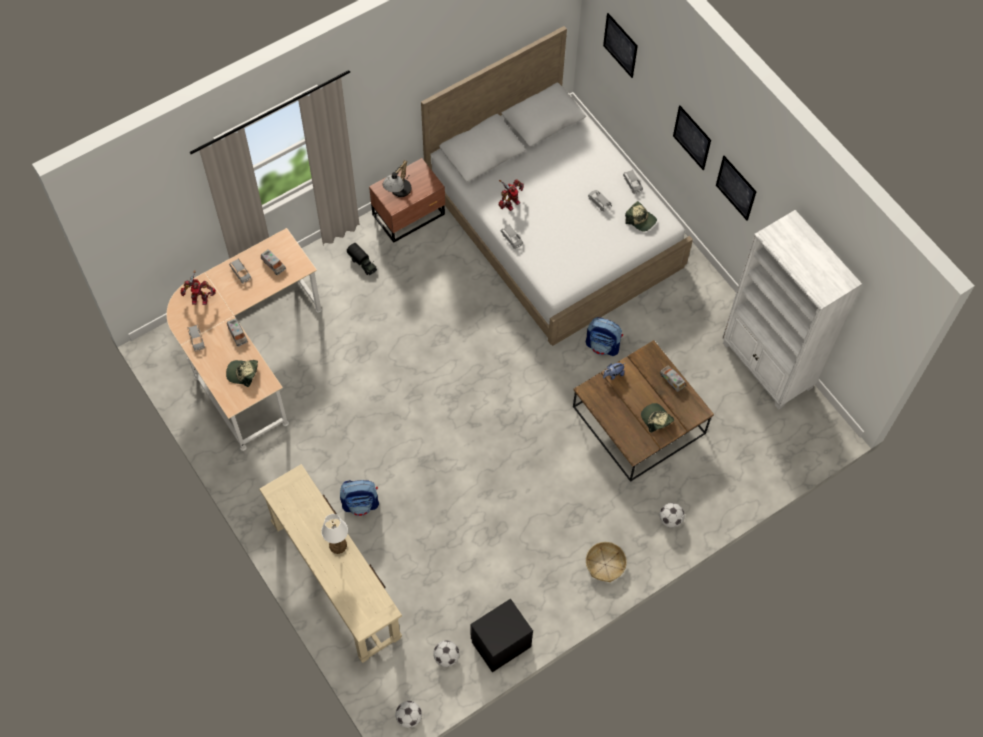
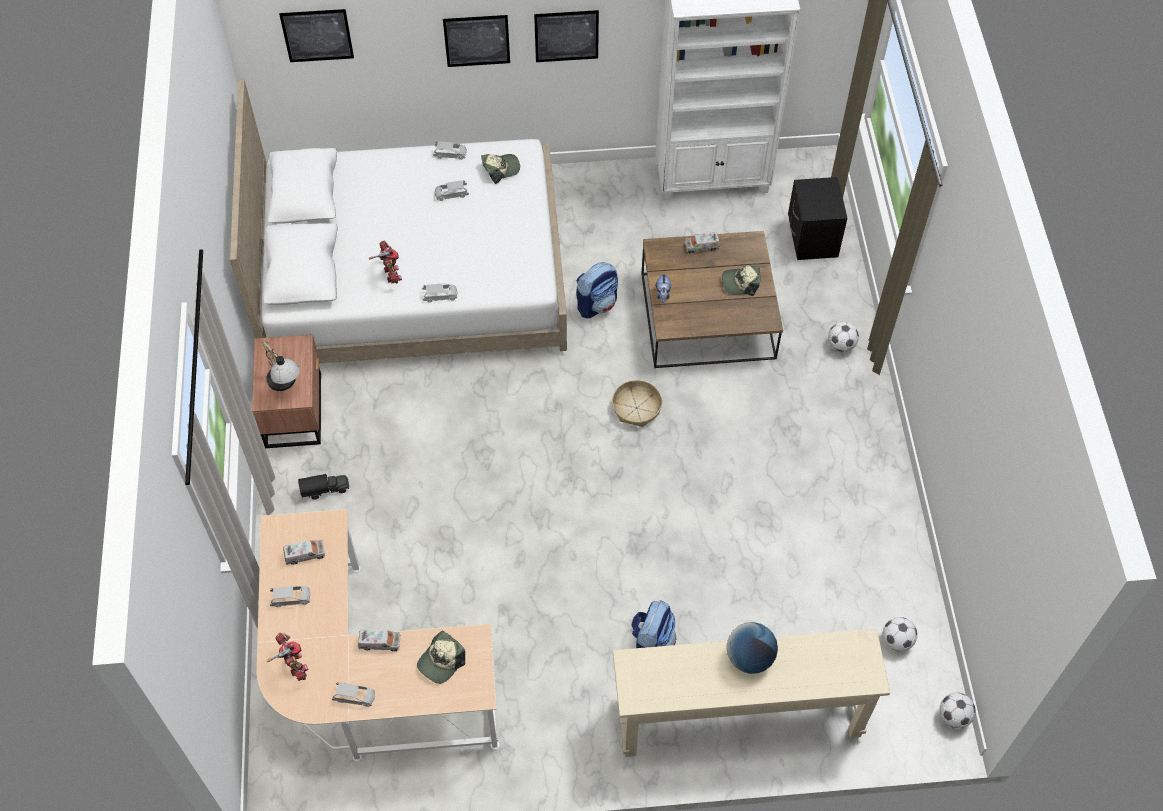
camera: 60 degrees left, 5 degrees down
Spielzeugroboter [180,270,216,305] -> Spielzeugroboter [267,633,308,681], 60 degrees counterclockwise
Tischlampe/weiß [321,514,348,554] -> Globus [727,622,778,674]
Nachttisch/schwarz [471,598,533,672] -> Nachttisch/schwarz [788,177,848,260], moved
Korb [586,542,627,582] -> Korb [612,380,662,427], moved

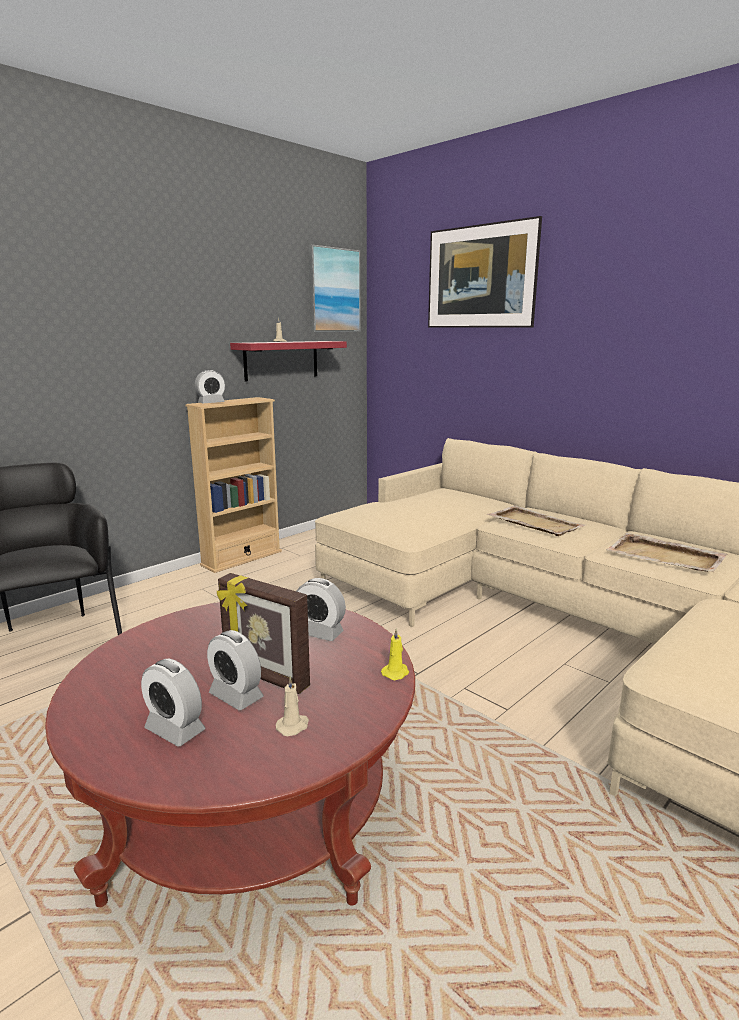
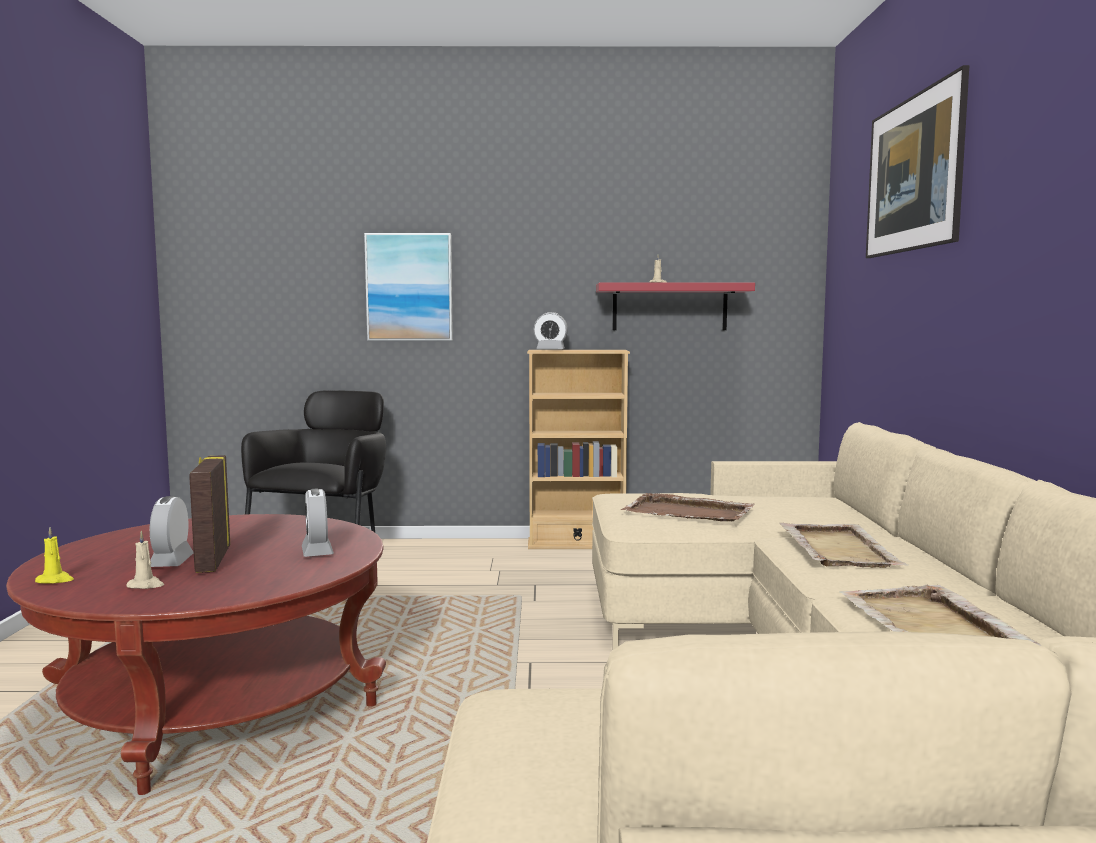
camera: 45 degrees right, 10 degrees down
Wecker [141,658,206,747] -> none
Bild [309,244,361,332] -> Bild [364,233,453,341], moved
Kerze/gelb [381,628,409,680] -> Kerze/gelb [35,527,74,584], moved
none -> Tablett/braun [621,493,755,522]

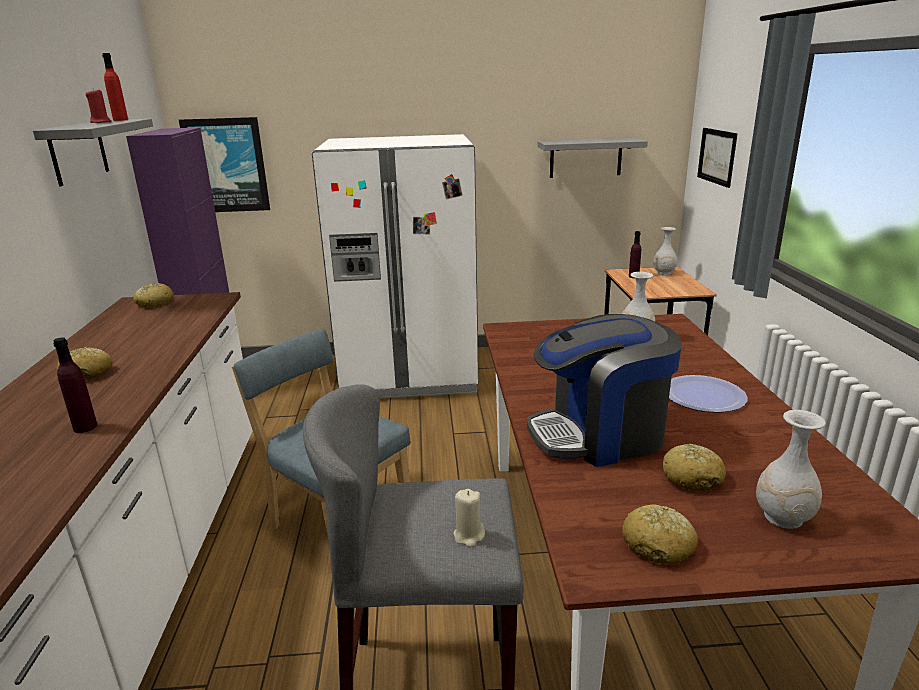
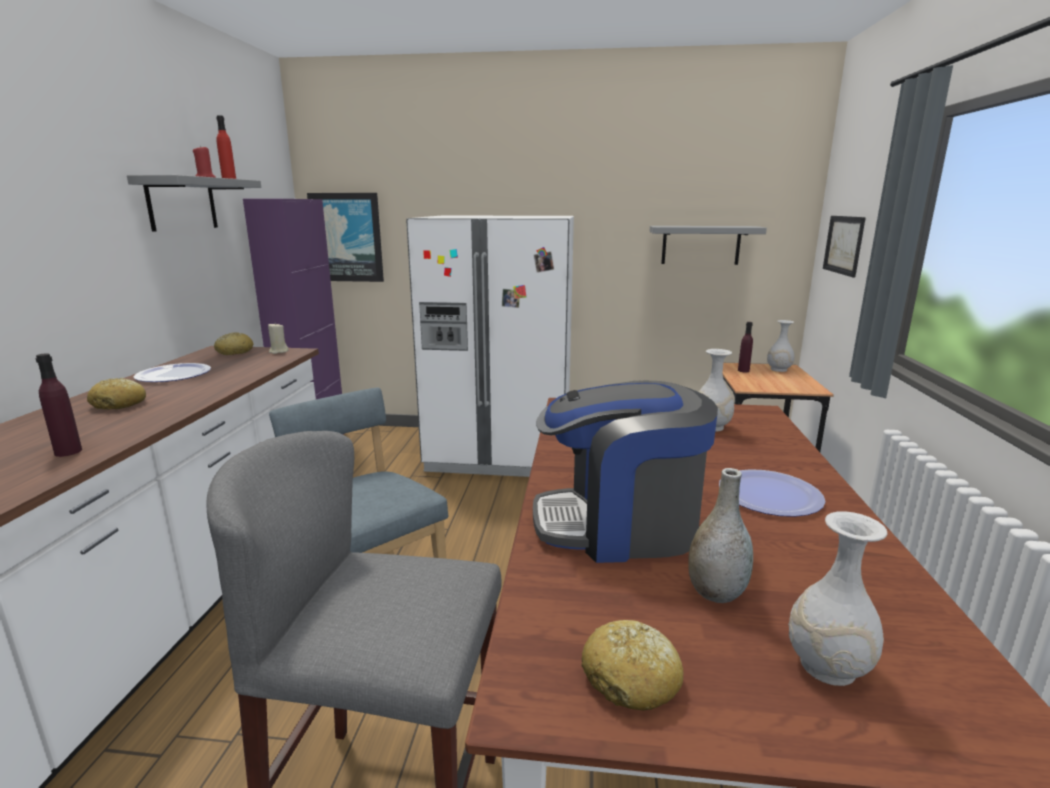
camera: 10 degrees right, 5 degrees down
Kerze/beige [453,489,485,547] -> Kerze/beige [268,323,289,354], moved
Brot [662,444,726,491] -> Vase/grau [688,468,753,603]
none -> Teller [134,363,211,382]

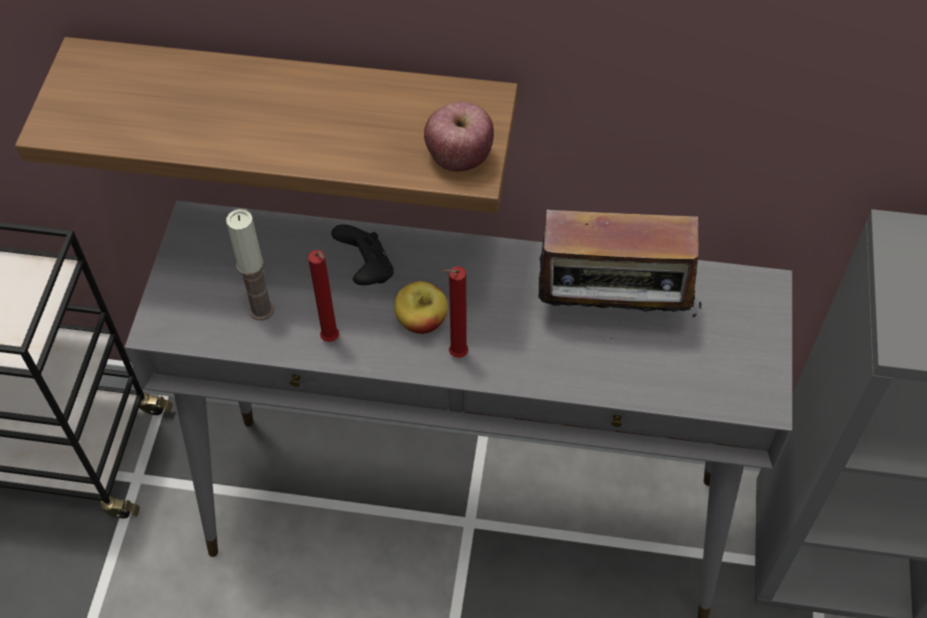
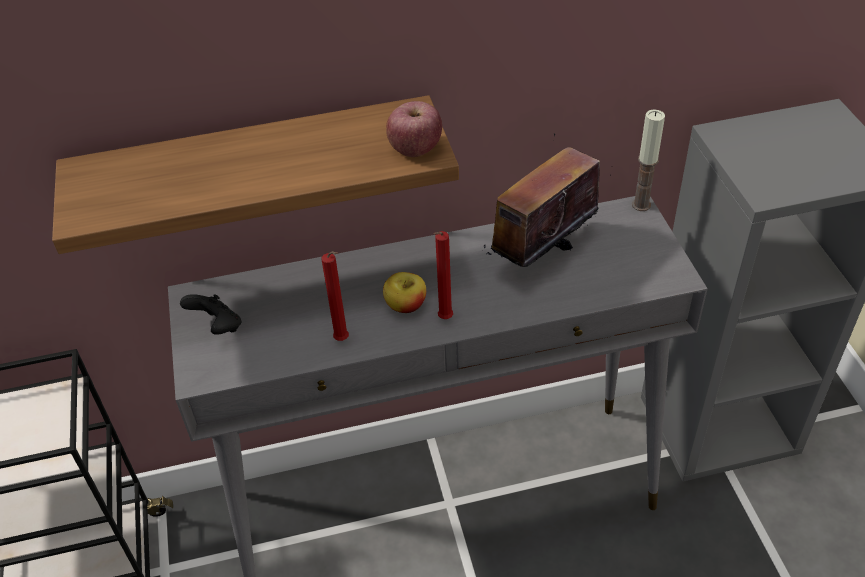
camera: 20 degrees left, 10 degrees down
Kerze [226,209,274,320] -> Kerze [632,109,665,211], moved
Gamepad/schwarz [331,224,394,285] -> Gamepad/schwarz [180,294,241,335], moved
Radio [531,196,702,339] -> Radio [484,134,612,267], 150 degrees clockwise

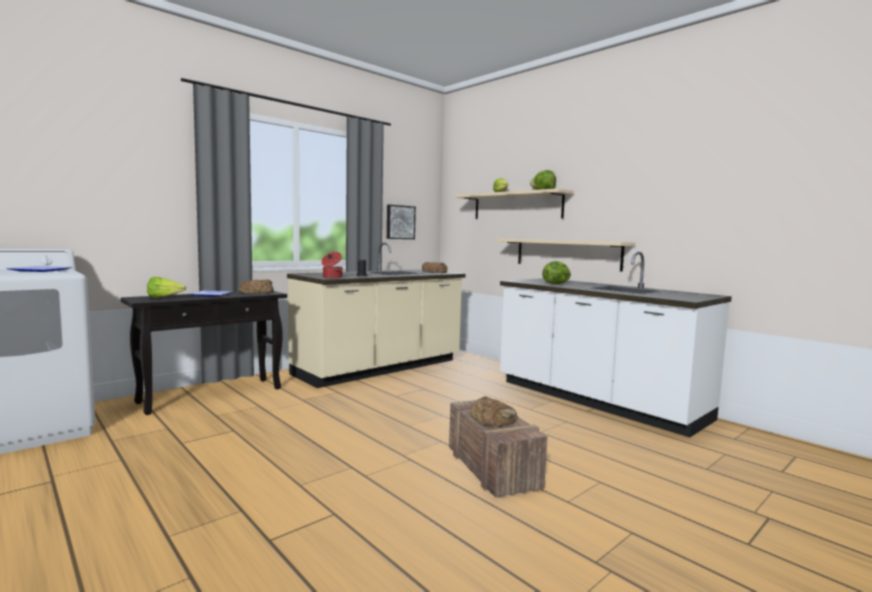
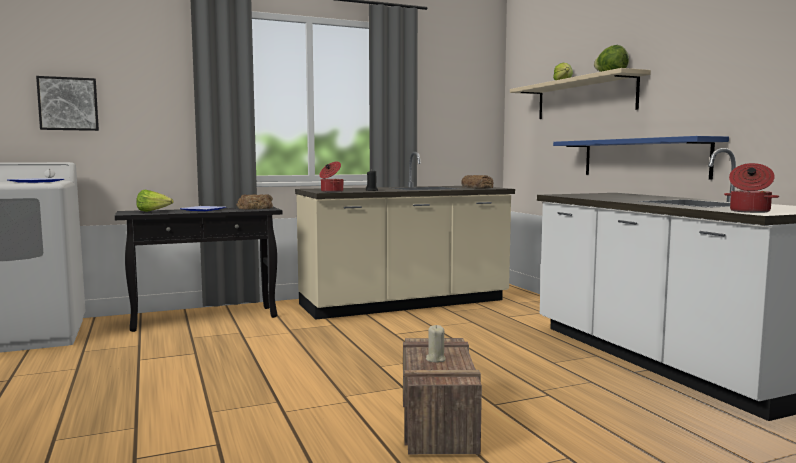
camera: 20 degrees right, 0 degrees up
Bild [387,205,416,239] -> Bild [36,76,99,131], moved
Brot [470,396,517,428] -> Kerze/beige [426,325,446,363]
Wandregal/beige [497,238,635,272] -> Wandregal/blau [553,136,729,179]
Salatkopf [542,261,571,284] -> none
none -> Kochtopf [724,163,779,213]

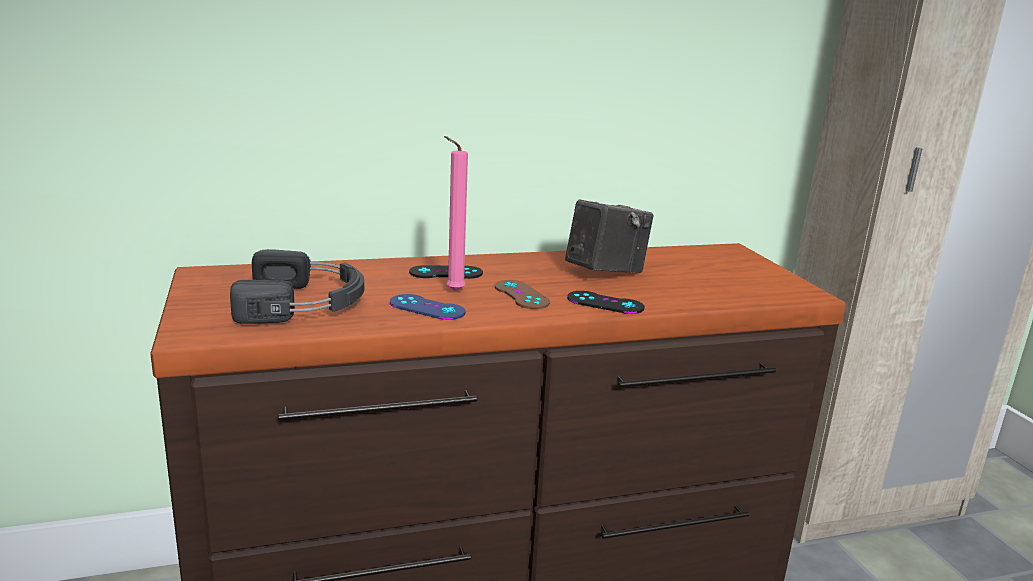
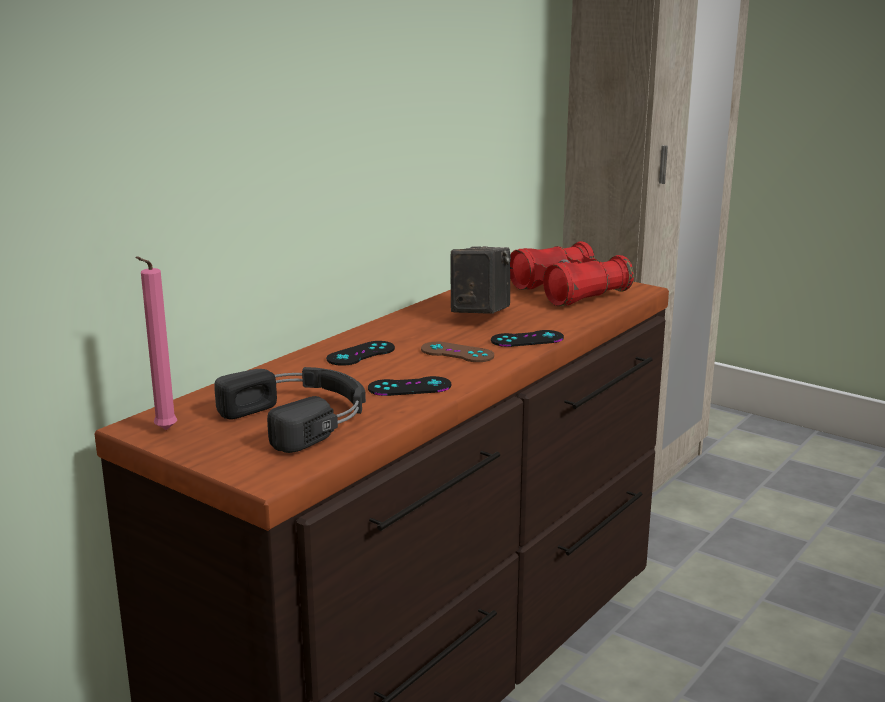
camera: 35 degrees left, 0 degrees up
Gamepad/blau [390,294,466,320] -> Gamepad/schwarz [368,376,451,396]
Kerze/rosa [444,136,468,292] -> Kerze/rosa [135,256,177,430], moved
none -> Fernglas/rot [510,241,634,306]

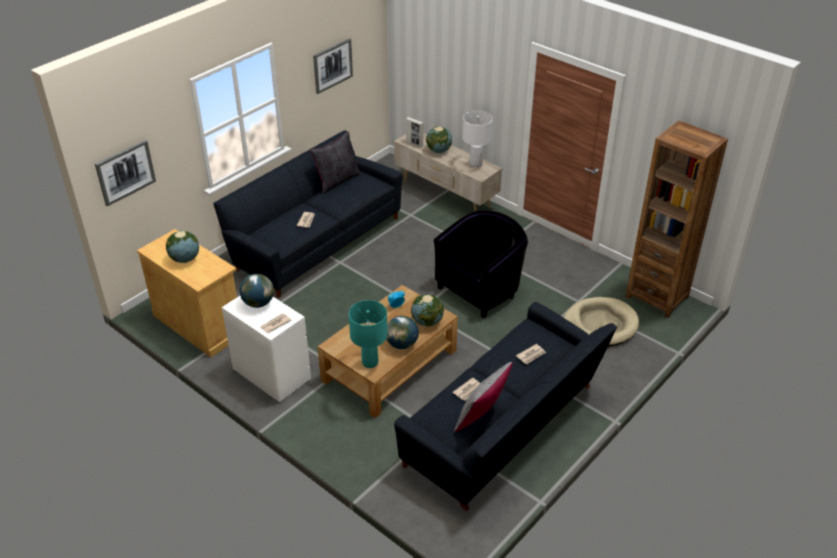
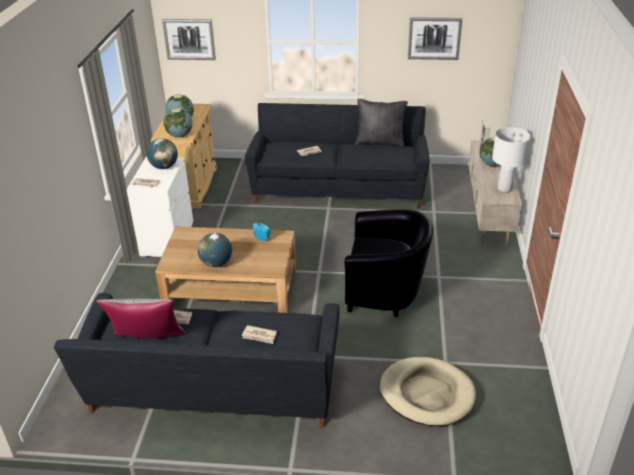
camera: 55 degrees right, 5 degrees down
Tischlampe/türkis [349,300,388,368] -> none
Globus [411,294,444,326] -> Globus [163,108,193,137], moved
Bücherregal/braun [626,120,728,318] -> none

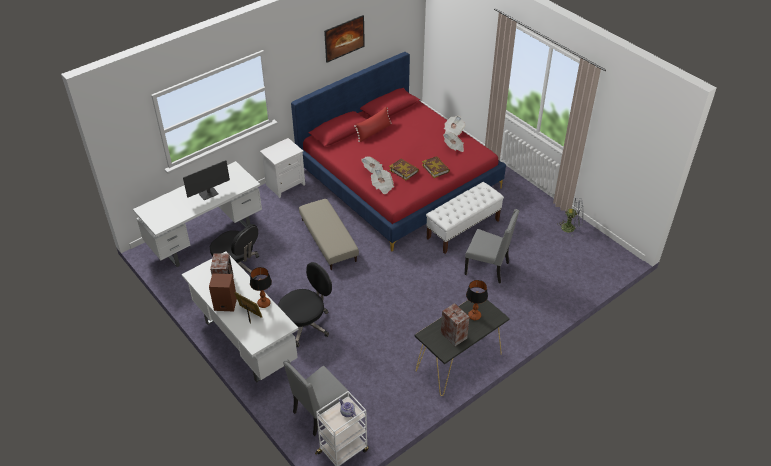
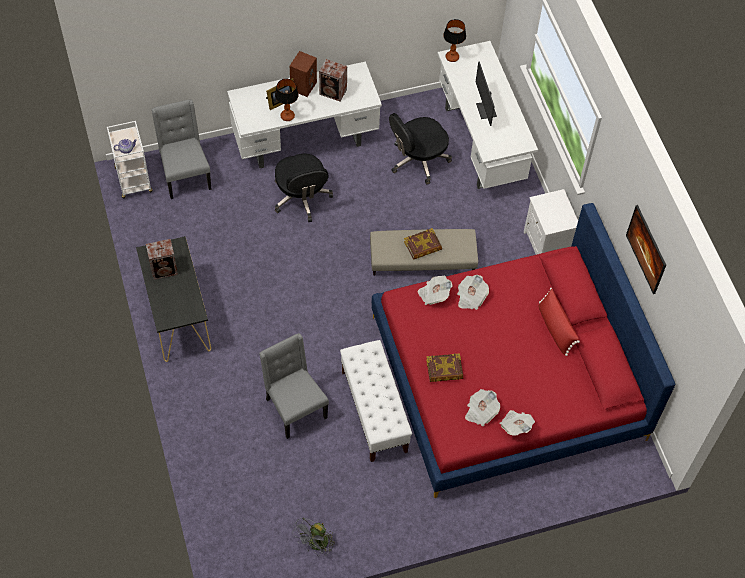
camera: 110 degrees right, 15 degrees up
Buch [389,159,419,181] -> Buch [404,228,442,260], moved
Stuhl/grau [464,209,519,283] -> Stuhl/grau [259,333,329,439], 105 degrees clockwise
Tischlampe [466,280,488,320] -> Tischlampe [443,19,466,62], moved

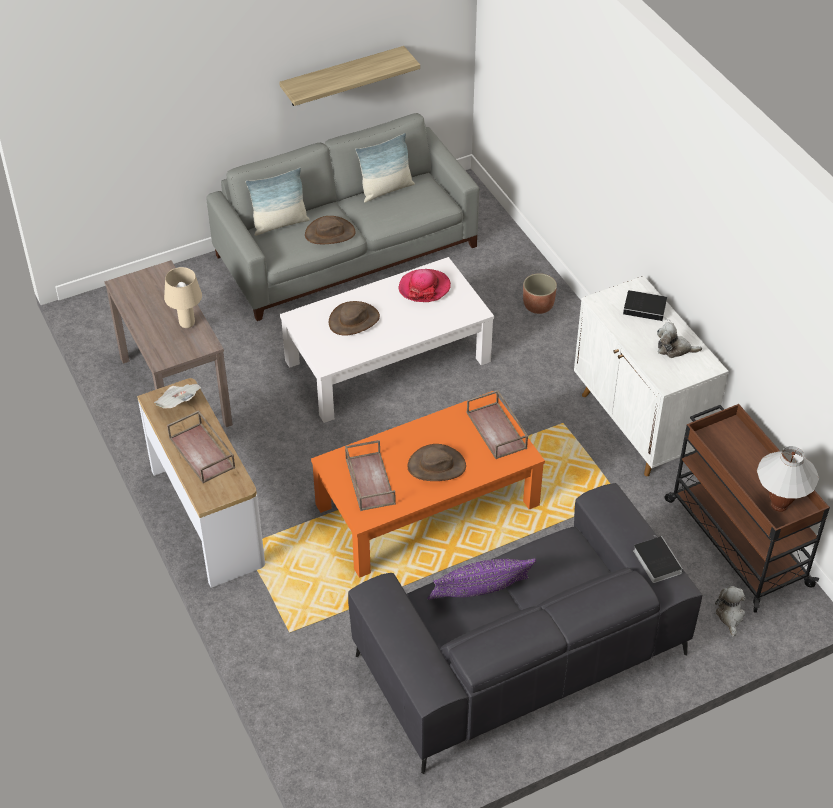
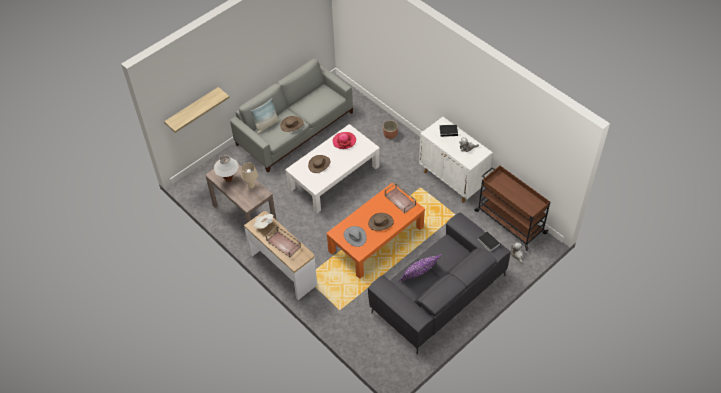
camera: 15 degrees left, 5 degrees up
Wandregal [279,46,420,106] -> Wandregal [164,87,230,133], moved
Tablett/braun [345,440,396,511] -> Hut/grau [344,226,367,247]
Kissen [355,133,415,203] -> none
Tischlampe/weiß [757,446,819,512] -> Tischlampe/weiß [214,156,239,182], moved

